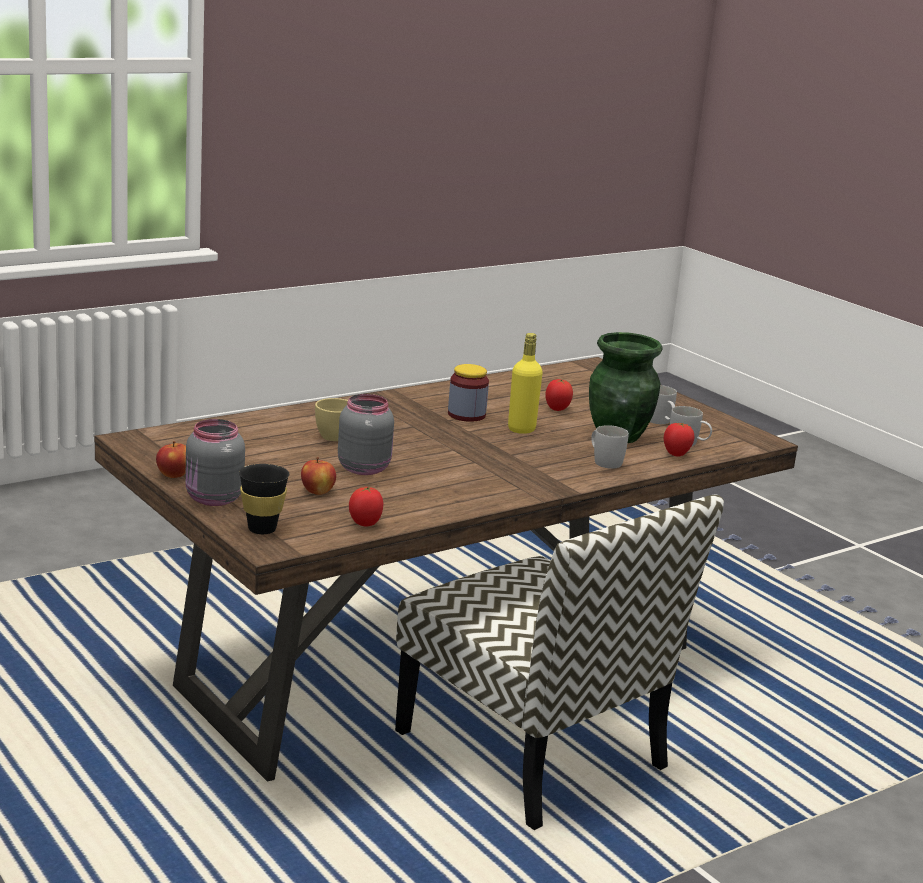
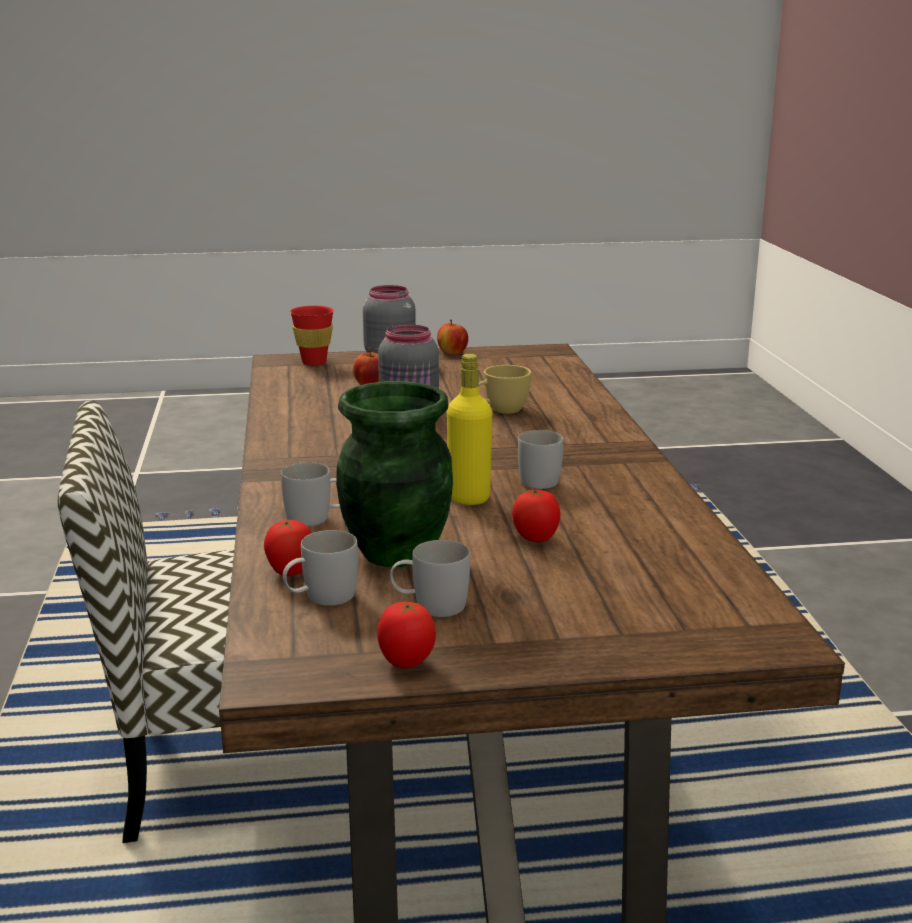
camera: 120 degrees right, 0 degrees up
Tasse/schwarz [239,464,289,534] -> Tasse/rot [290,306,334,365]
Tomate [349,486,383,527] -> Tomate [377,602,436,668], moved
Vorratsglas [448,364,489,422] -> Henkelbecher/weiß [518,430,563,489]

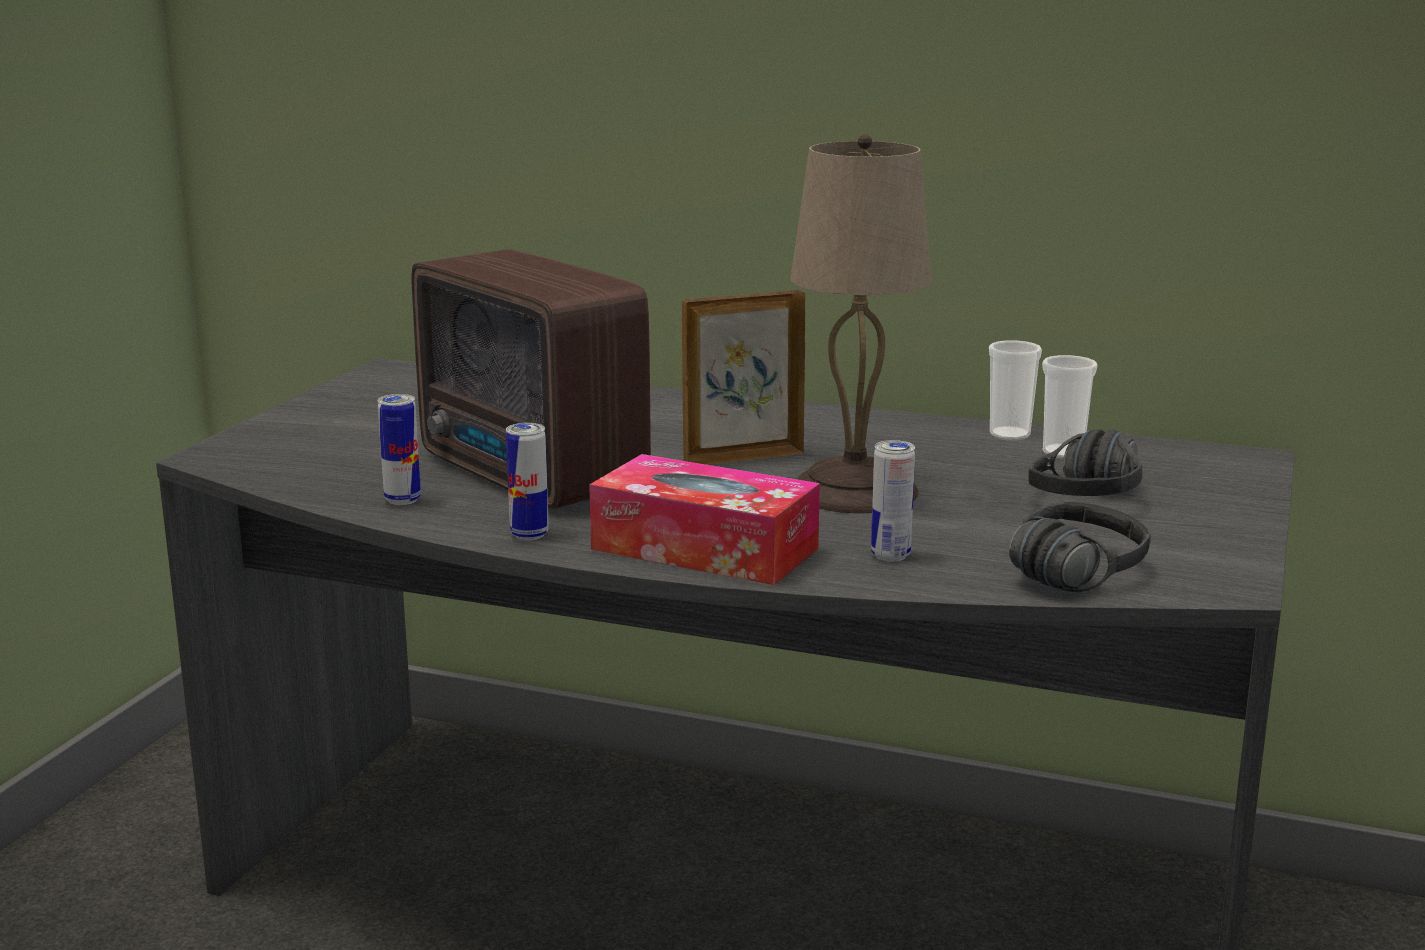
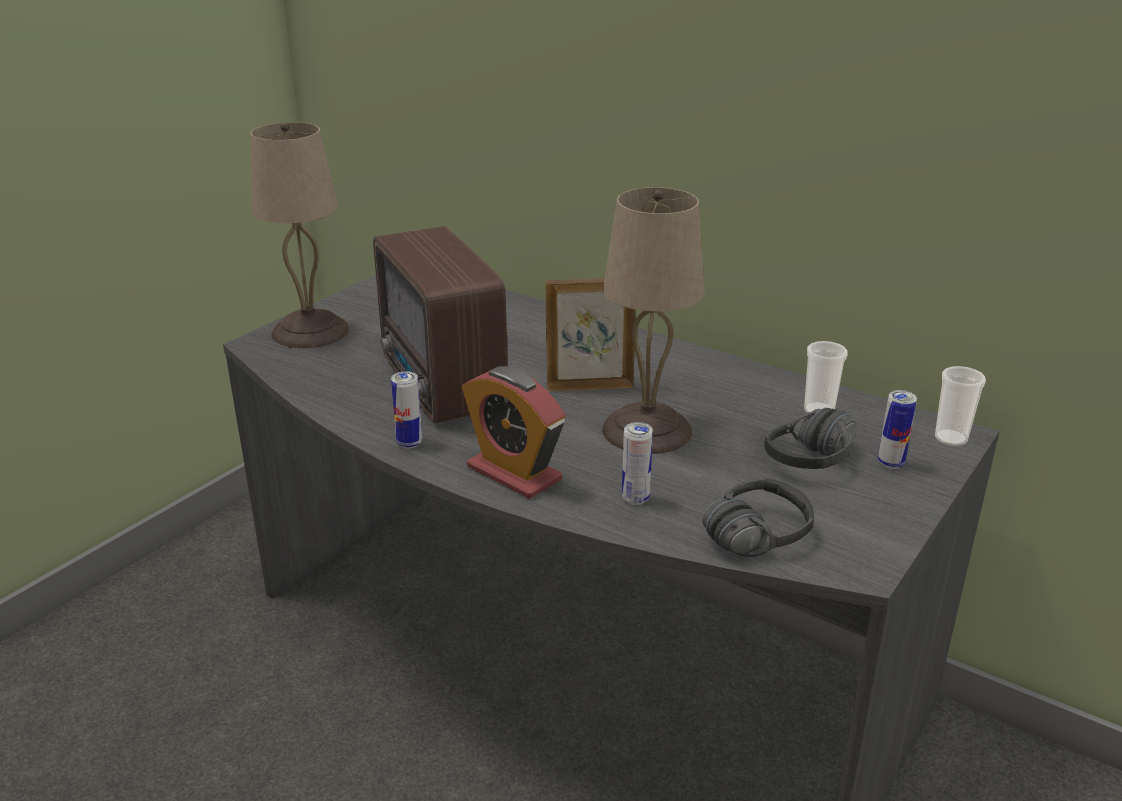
camera: 15 degrees right, 10 degrees up
Dose [378,394,421,505] -> Dose [878,390,917,469], moved
Taschentuchbox [589,454,820,585] -> Wecker [462,366,566,499]
Tasse [989,340,1042,441] -> Tasse [935,366,986,446], moved
none -> Tischlampe/beige [251,122,349,348]

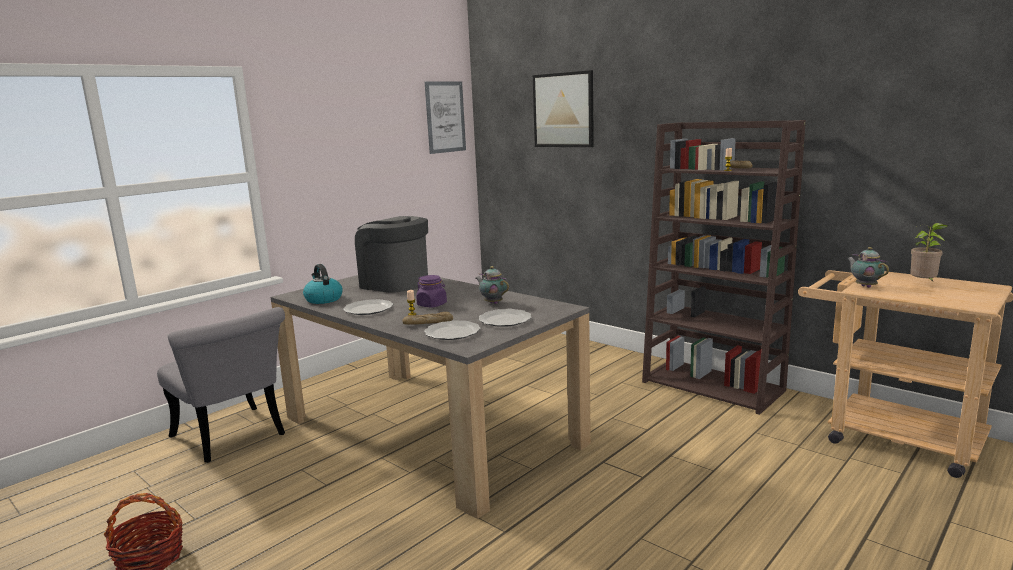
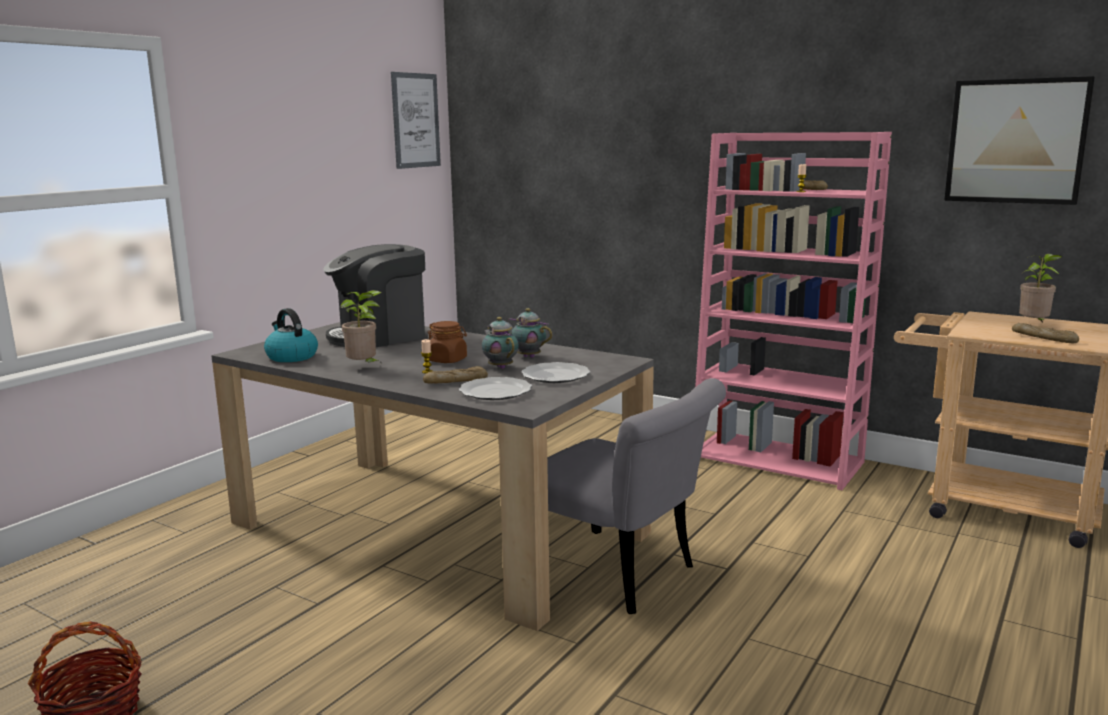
camera: 10 degrees left, 0 degrees up
Stuhl/grau [157,307,285,463] -> Stuhl/grau [547,378,726,614], moved
Teller [343,299,393,315] -> Topfpflanze [340,290,381,362]
Kaffeemaschine [355,216,428,292] -> Kaffeemaschine [323,244,425,347], 60 degrees counterclockwise
Vorratsglas/lila [416,275,447,308] -> Vorratsglas/braun [428,321,467,363]
Bild [533,70,594,147] -> Bild [944,76,1095,205], moved
Bücherregal/braun [642,120,806,415] -> Bücherregal/rosa [695,132,892,490]
Teekanne [847,247,889,288] -> Teekanne [481,317,519,369], moved
none -> Brot [1012,323,1079,343]

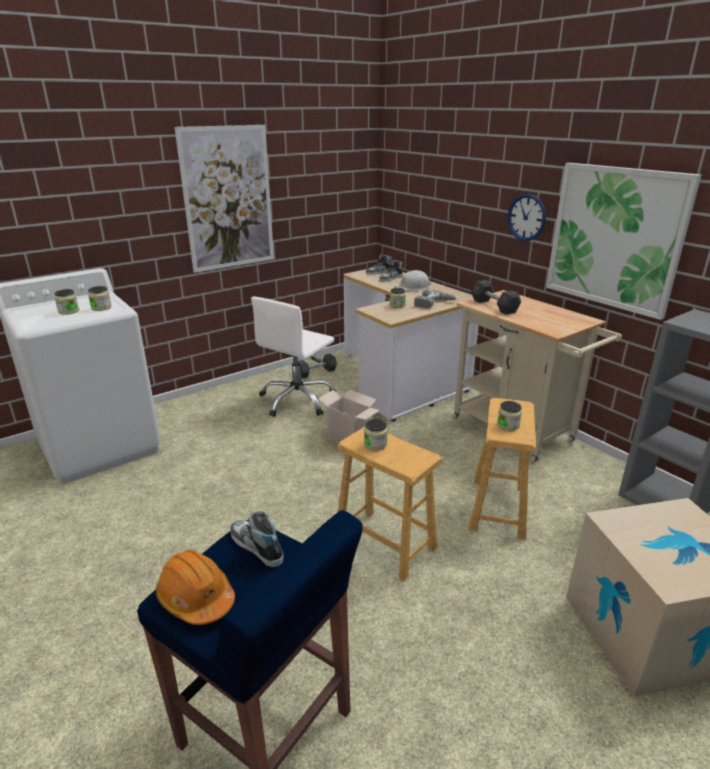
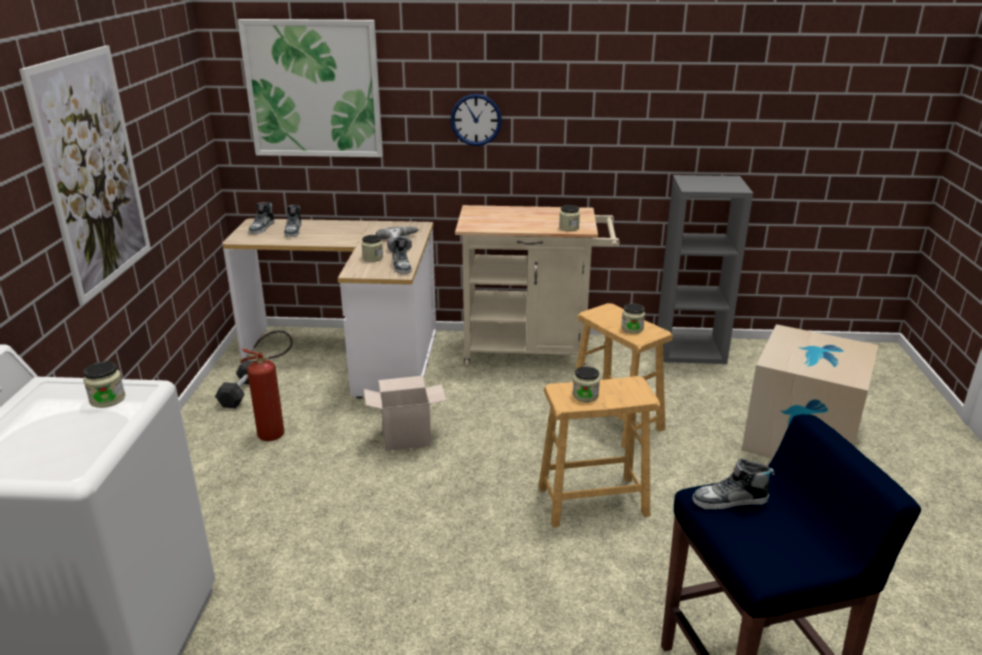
camera: 50 degrees left, 0 degrees up
Vorratsglas [55,289,79,315] -> Vorratsglas [559,205,580,231], moved
Schutzhelm/orange [156,550,235,625] -> none
Bürostuhl/weiß [251,296,336,417] -> Feuerlöscher [240,330,293,441]
Schutzhelm/weiß [395,270,431,291] -> none
Hantel/grau [471,280,521,315] -> none
Bild [546,163,702,320] -> Bild [238,19,383,157], moved
none -> Schuh [393,237,411,274]

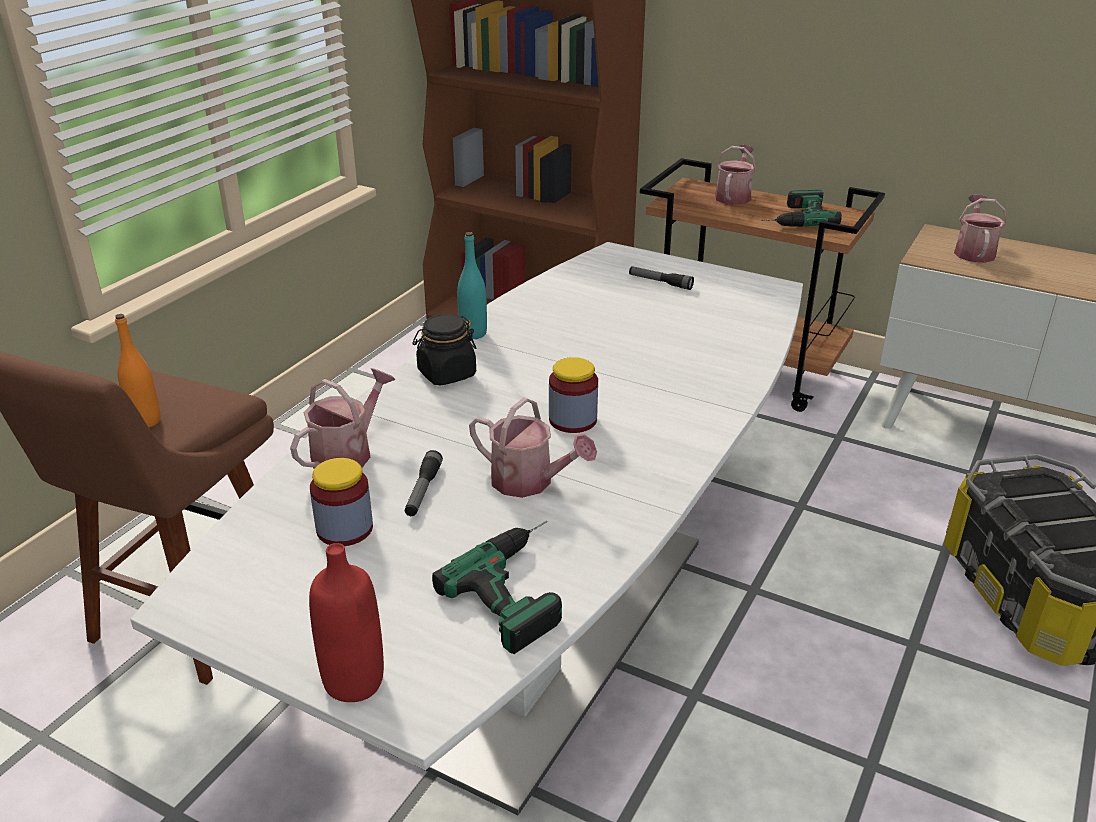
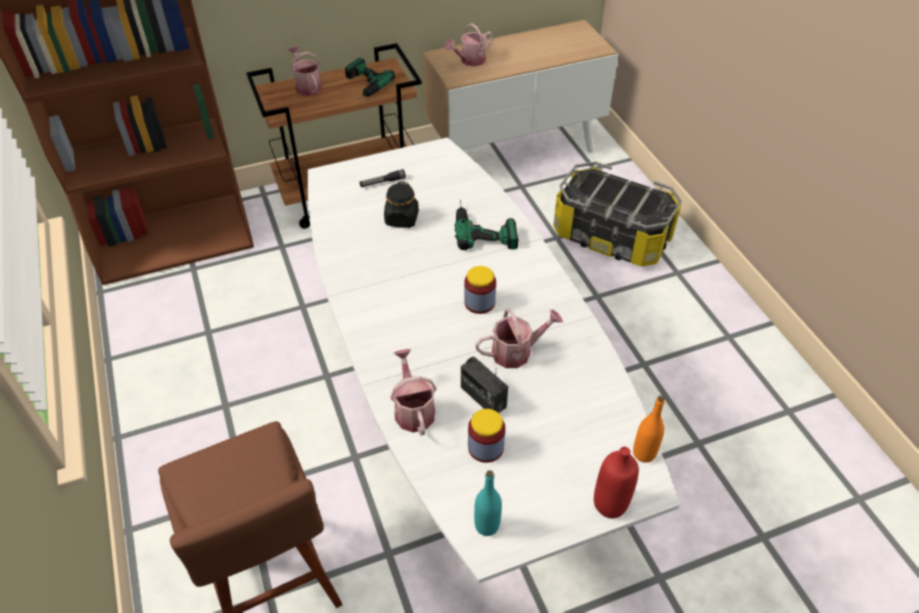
camera: 50 degrees left, 15 degrees up
Flasche/orange [115,314,161,427] -> Flasche/orange [633,396,665,463], moved
Taschenlampe [405,450,443,516] -> Radio [461,357,508,413]
Vorratsglas/schwarz [412,314,477,385] -> Vorratsglas/schwarz [384,182,419,228], moved
Bohrmaschine [432,521,562,654] -> Bohrmaschine [454,200,518,250], moved
Flasche/türkis [457,232,487,339] -> Flasche/türkis [474,470,502,536], moved
Gießkanne [954,194,1007,263] -> Gießkanne [444,23,493,66], 90 degrees counterclockwise

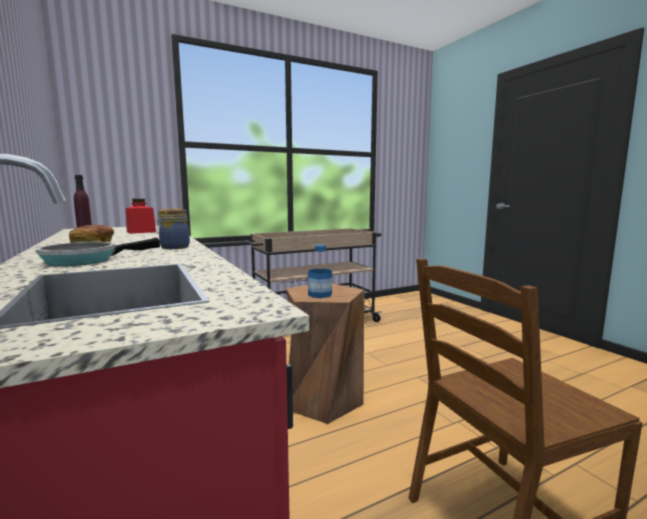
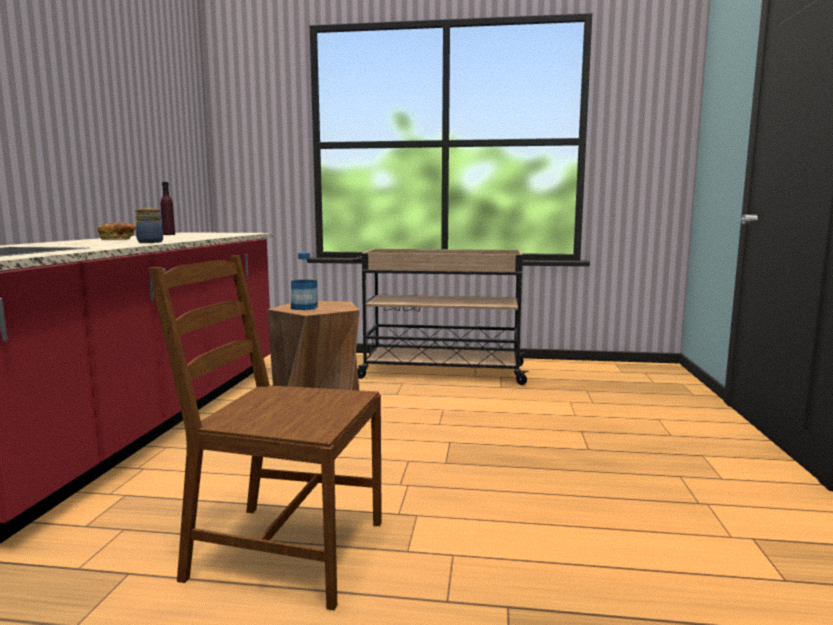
camera: 35 degrees right, 0 degrees up
Pfanne [36,238,160,266] -> none
Vorratsglas/rot [126,199,156,234] -> none

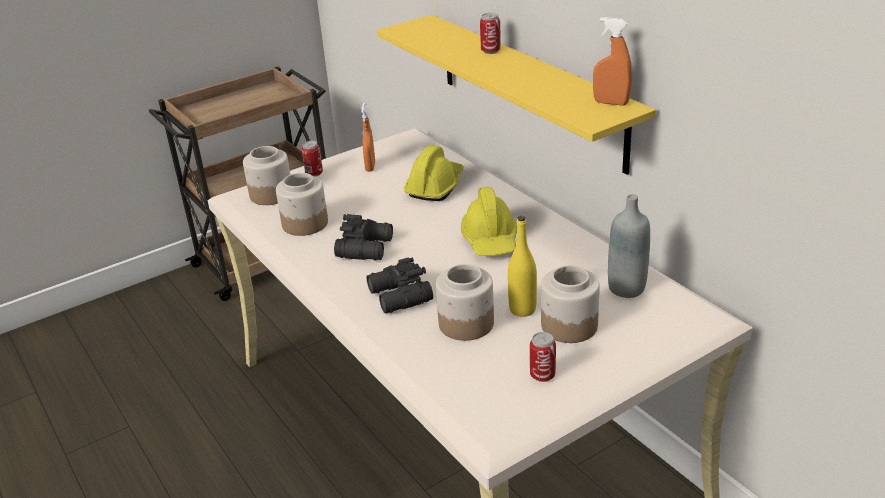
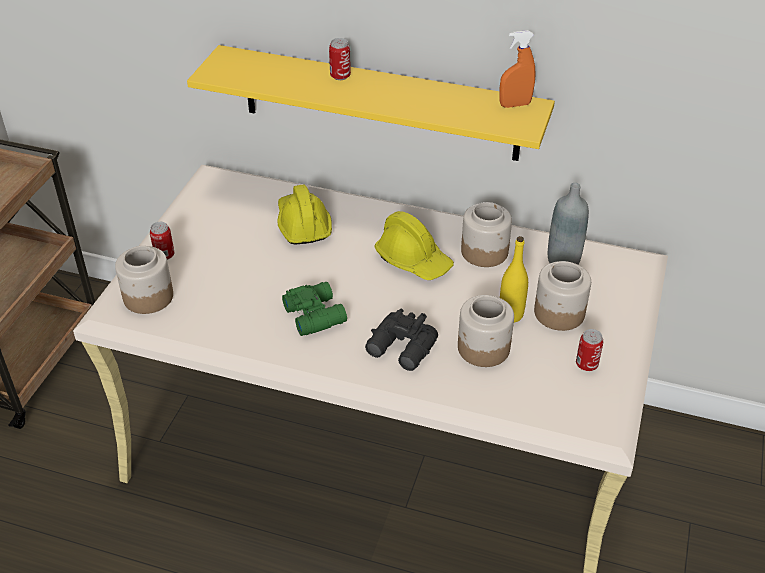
camera: 40 degrees left, 10 degrees up
Vorratsglas [276,173,328,236] -> Vorratsglas [461,202,512,267], moved
Fernglas/schwarz [334,214,393,260] -> Fernglas/grün [282,282,347,336]
Sprühflasche/orange [361,103,375,172] -> none

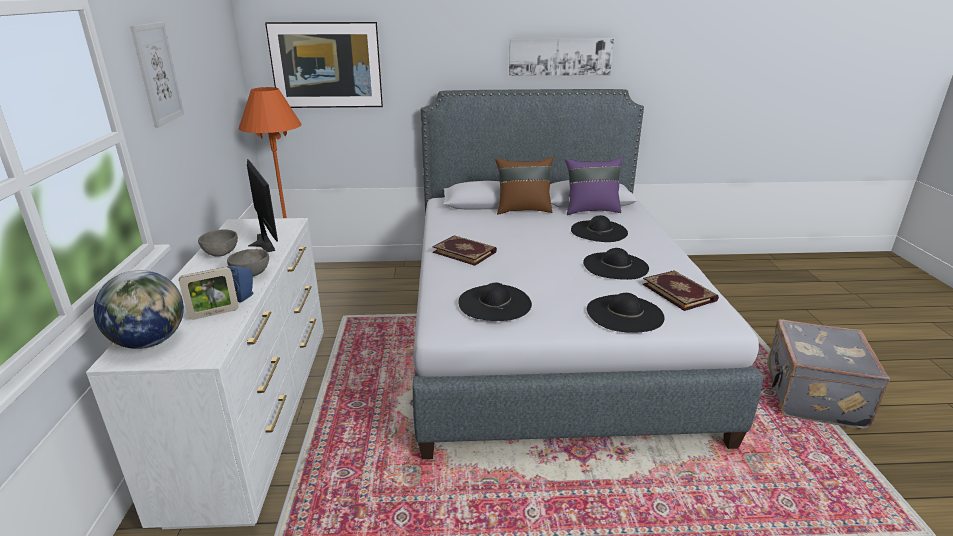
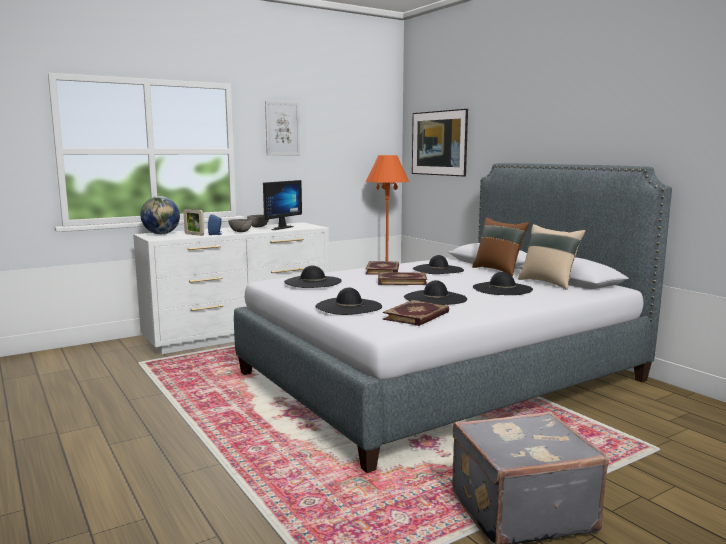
camera: 60 degrees right, 15 degrees down
Bild [509,38,614,76] -> none
Kissen/lila [565,157,622,215] -> Kissen/beige [518,224,585,290]
none -> Buch [378,272,427,285]
none -> Hut/schwarz [413,255,464,274]

